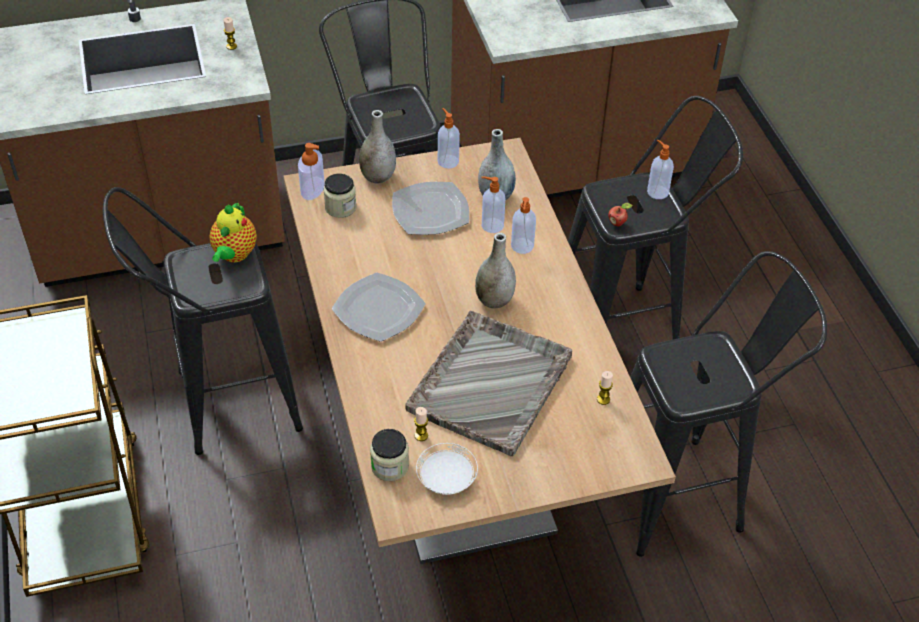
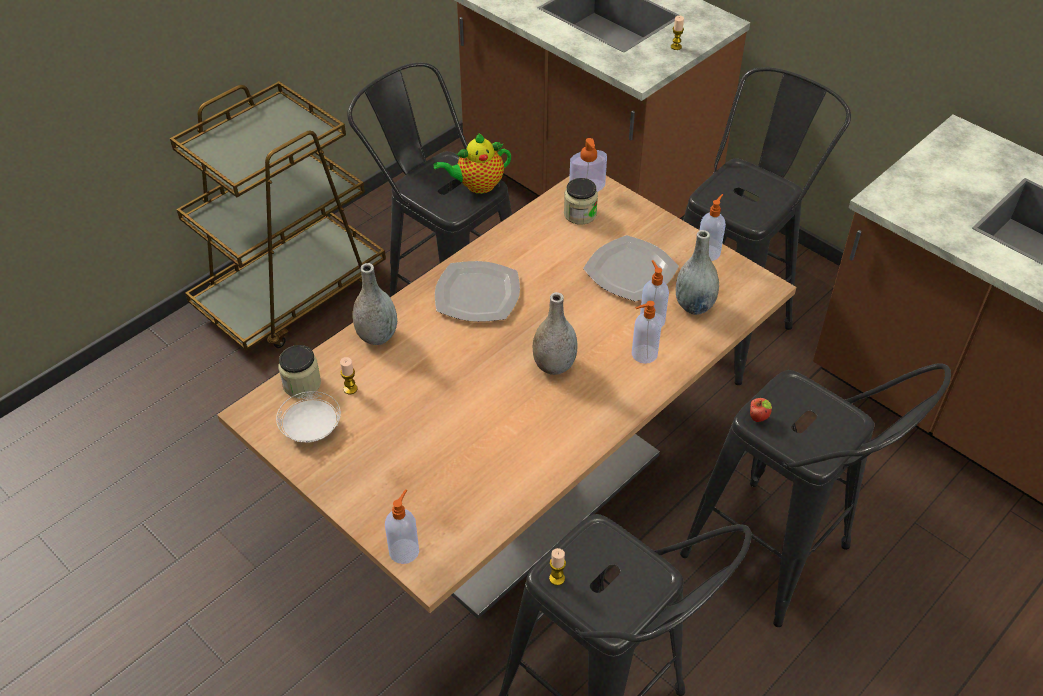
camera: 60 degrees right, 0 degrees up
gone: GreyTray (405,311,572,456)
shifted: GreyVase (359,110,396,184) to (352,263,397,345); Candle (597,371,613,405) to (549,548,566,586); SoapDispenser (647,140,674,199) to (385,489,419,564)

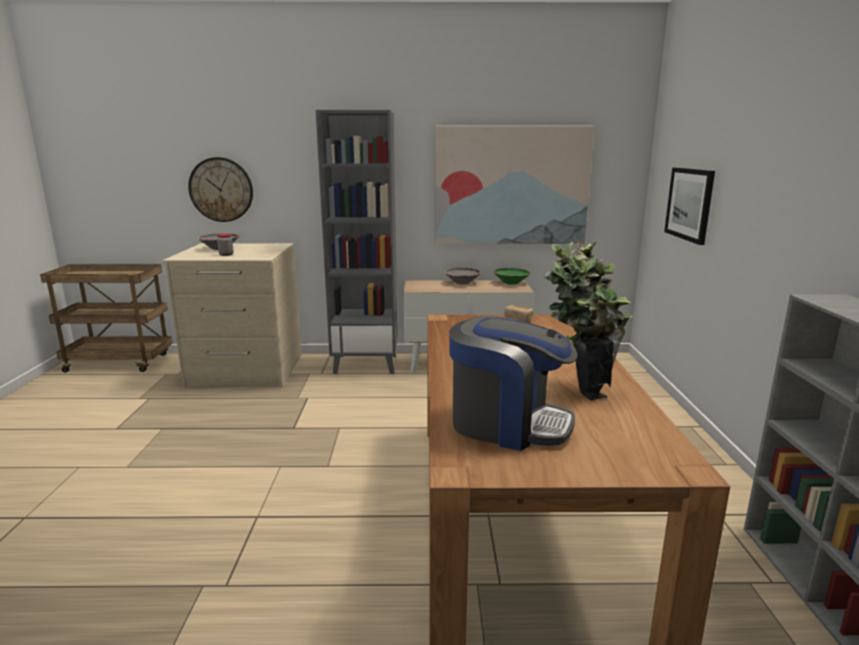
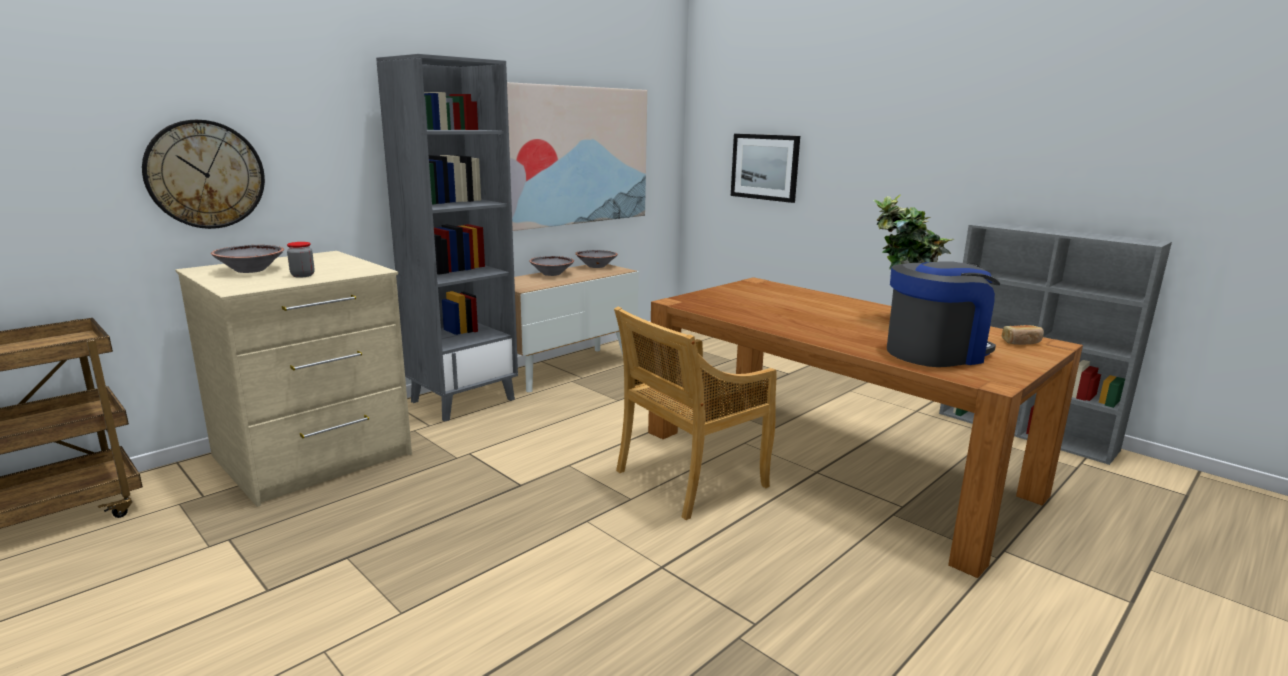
camera: 45 degrees left, 0 degrees up
new: BeigeChair (614,307,776,520)
shifted: Bread (504,305,533,322) to (1002,325,1044,345)
repainted: GreenBowl (493,268,531,285) to GreyBowl (575,250,618,268)

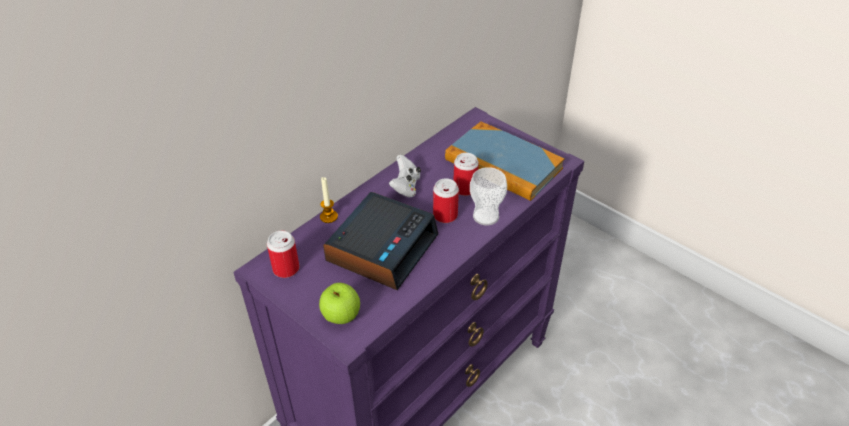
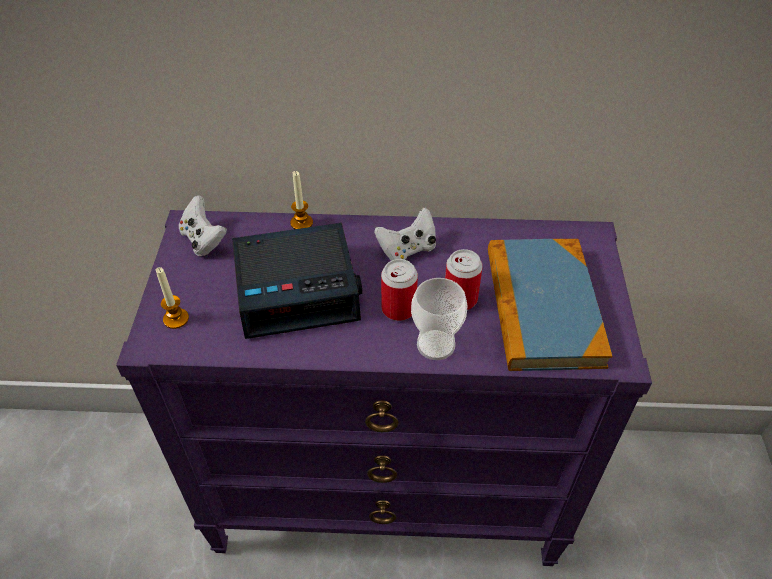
camera: 50 degrees right, 5 degrees up
swapped: Can (267,230,300,278) to WhiteGameController (179,195,227,256); Apple (319,283,360,324) to Candle (156,267,189,329)

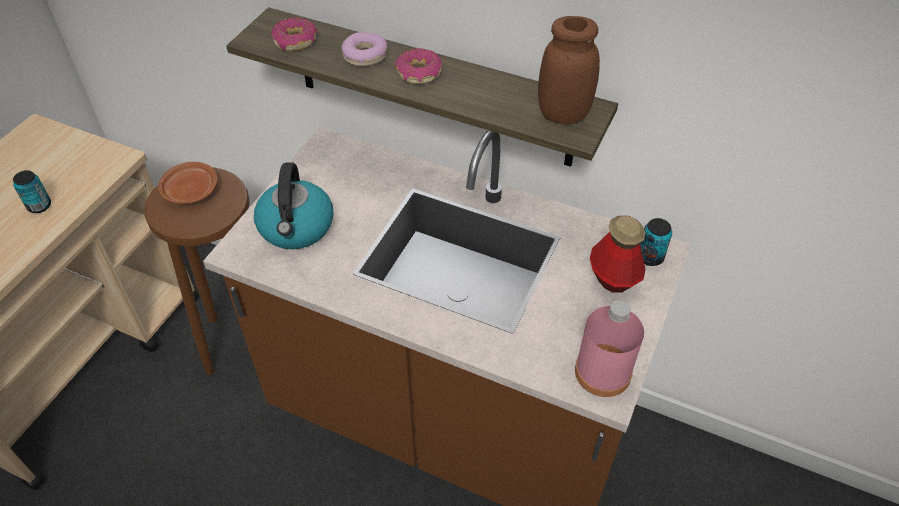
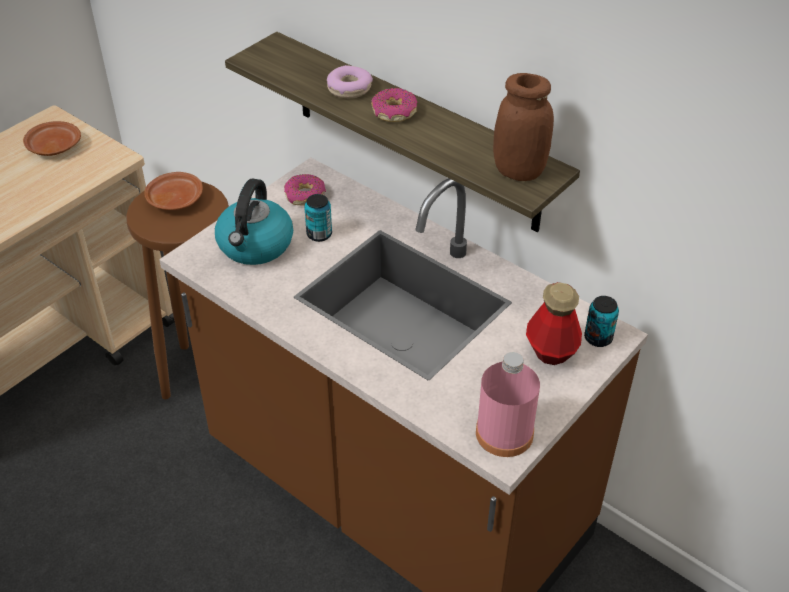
camera: 15 degrees right, 5 degrees down
new: BrownPlate (23,121,81,156)
shifted: Can (13,170,51,213) to (304,194,332,242); Donut (271,17,318,51) to (284,174,326,206)

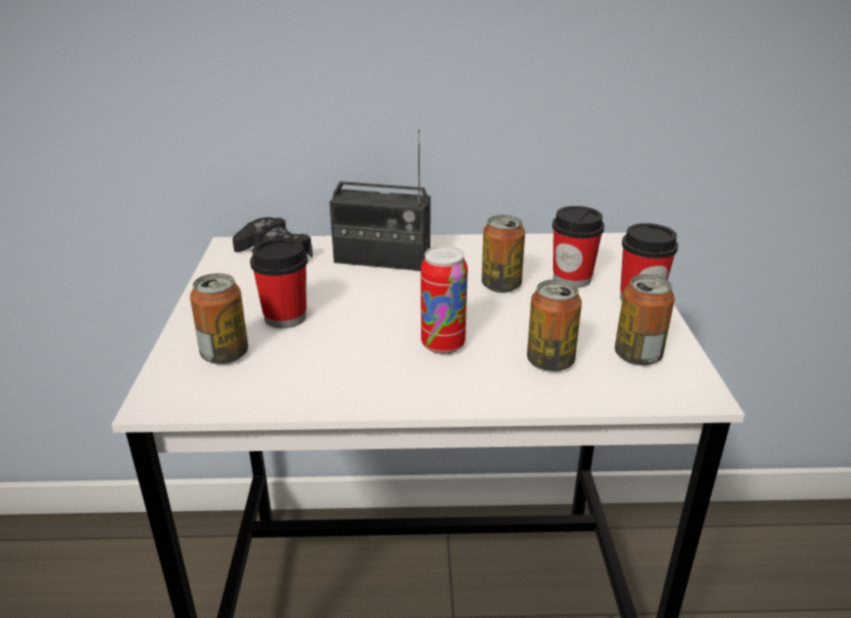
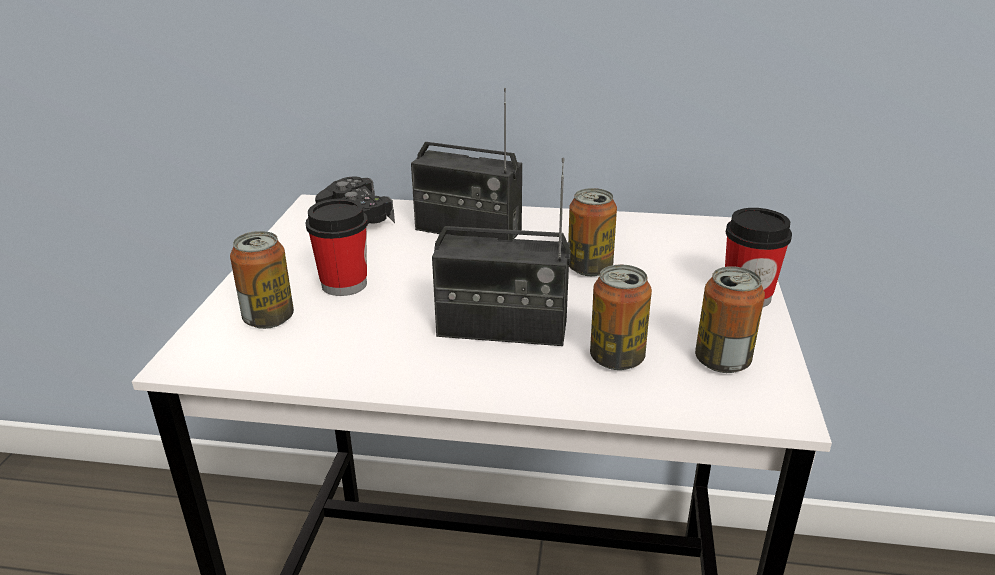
camera: 10 degrees right, 0 degrees up
gone: Cup (552,206,604,288)
swapped: Can (421,246,468,354) to Radio (432,158,571,346)

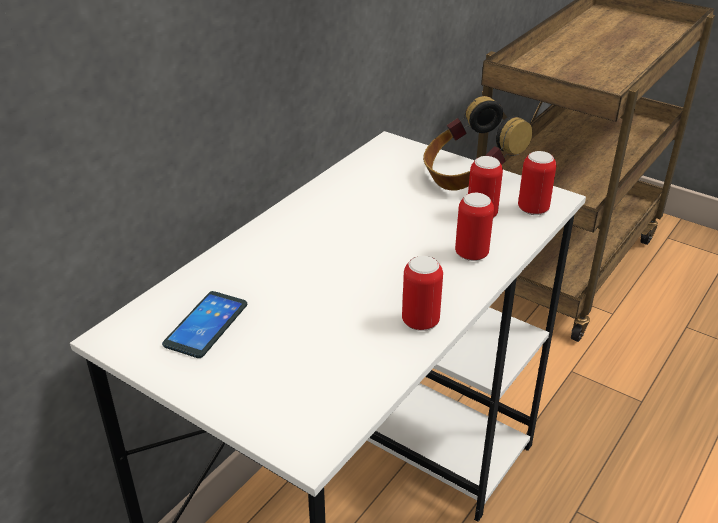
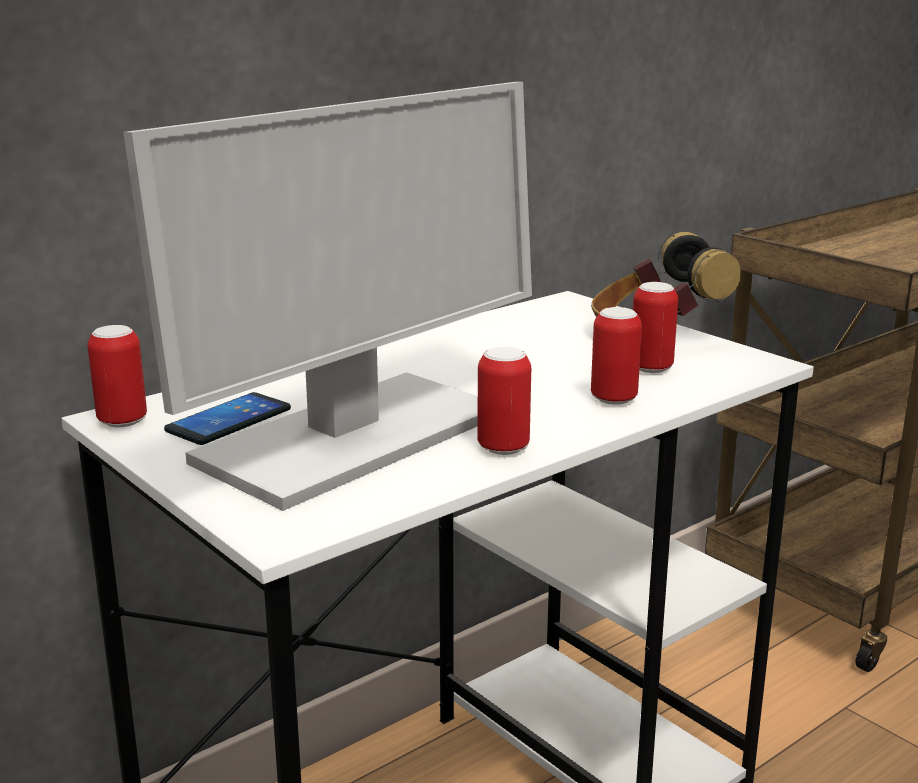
camera: 15 degrees right, 15 degrees down
new: Monitor (123,82,532,511)
shifted: Can (518,151,556,215) to (88,325,147,428)

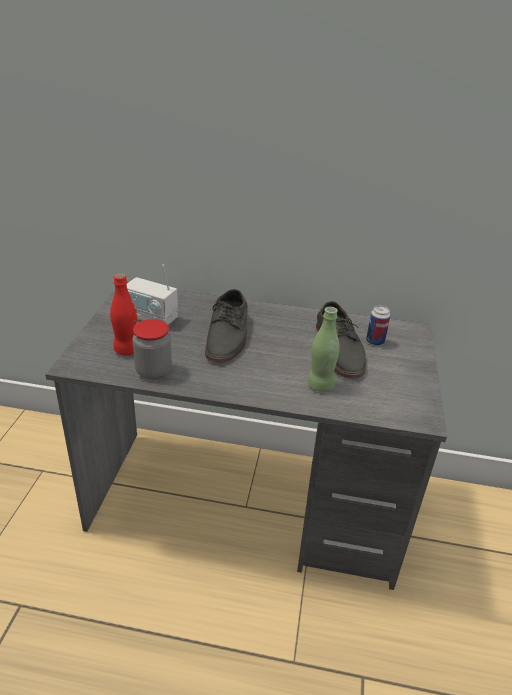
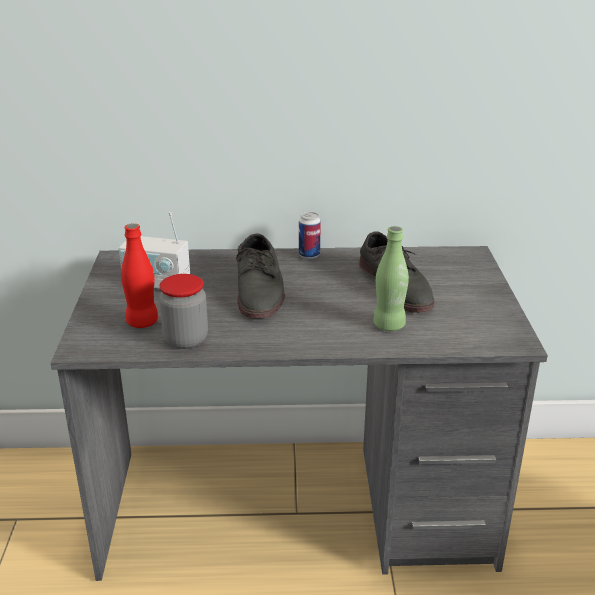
camera: 10 degrees left, 5 degrees down
shifted: Can (366,306,390,346) to (299,212,321,259)

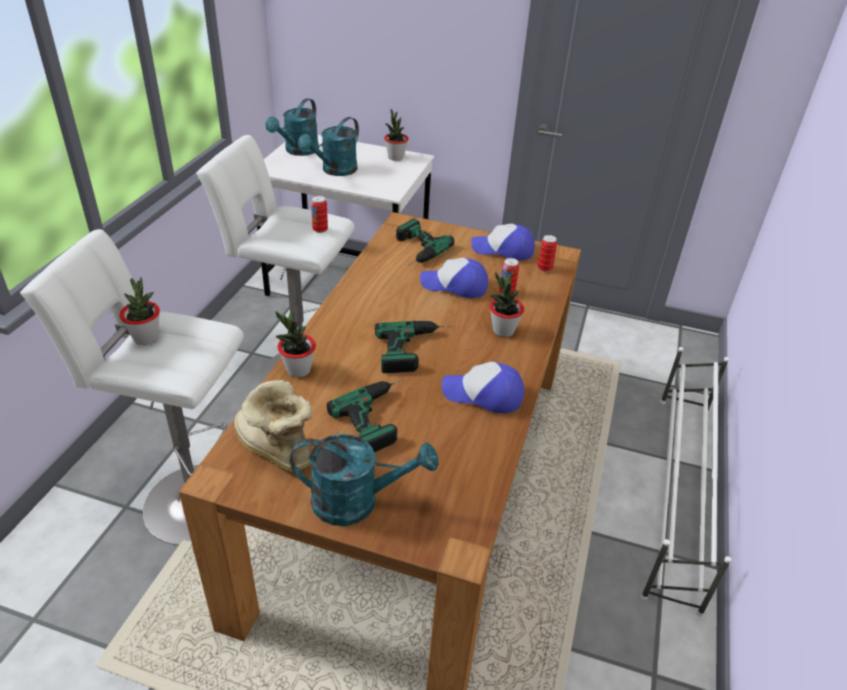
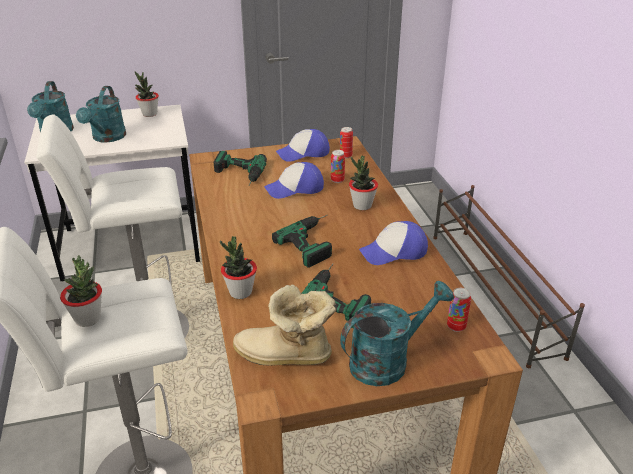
camera: 30 degrees left, 5 degrees down
shifted: Can (311,196,328,233) to (447,288,471,332)
repainted: WhiteShoeRack (641,347,731,617) to BrownShoeRack (433,185,585,368)

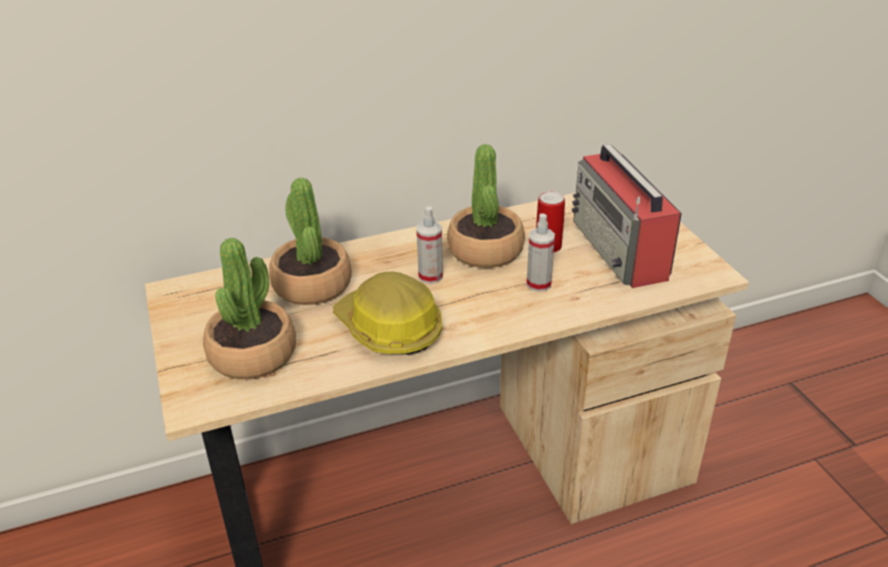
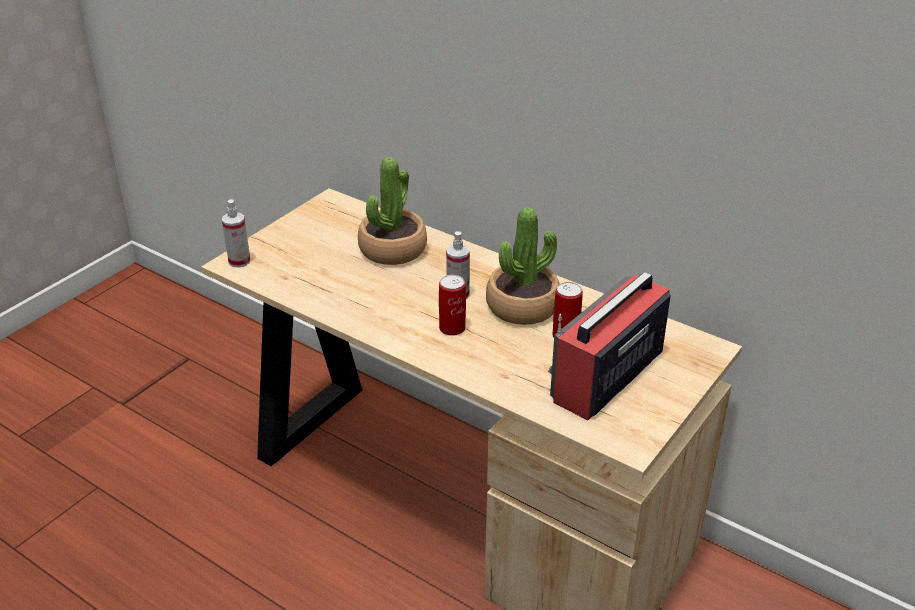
camera: 55 degrees right, 0 degrees up
gone: PottedPlant (203,238,296,379); HardHat (333,272,442,355)
new: Can (439,275,466,336)
shifted: SprayBottle (527,213,555,292) to (222,199,250,268)

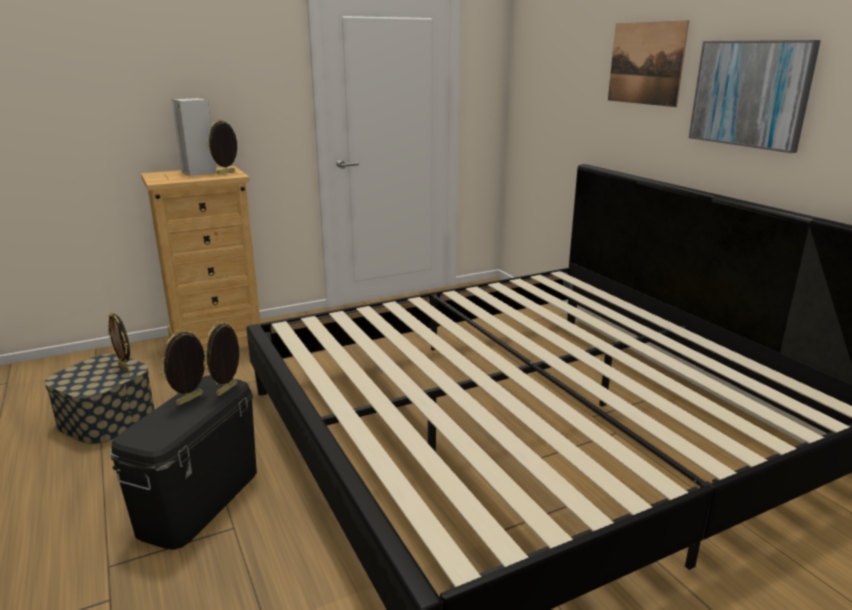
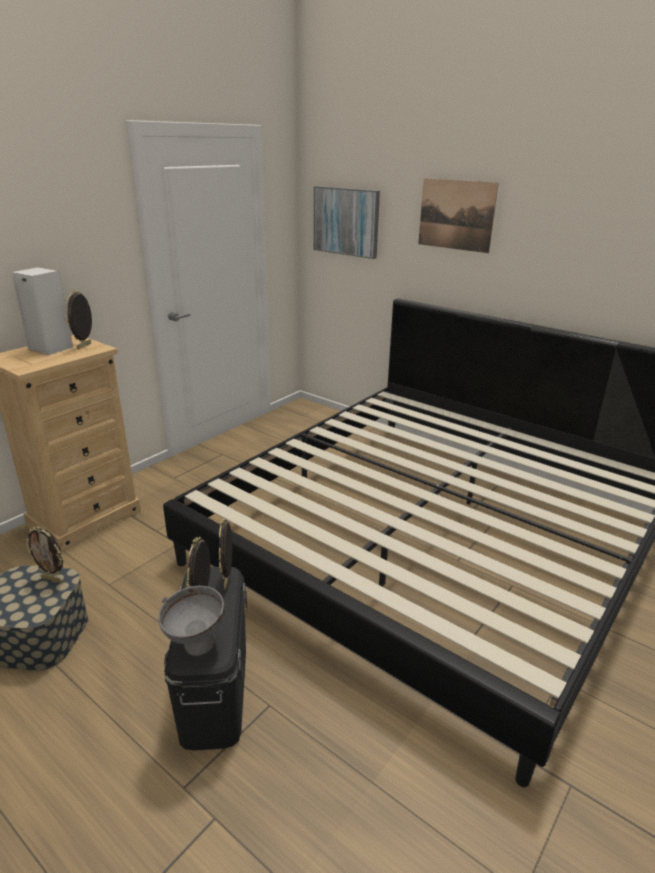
camera: 25 degrees left, 5 degrees up
new: GreyBowl (158,586,225,656)
shifted: Picture (689,40,821,153) to (314,186,380,259)

